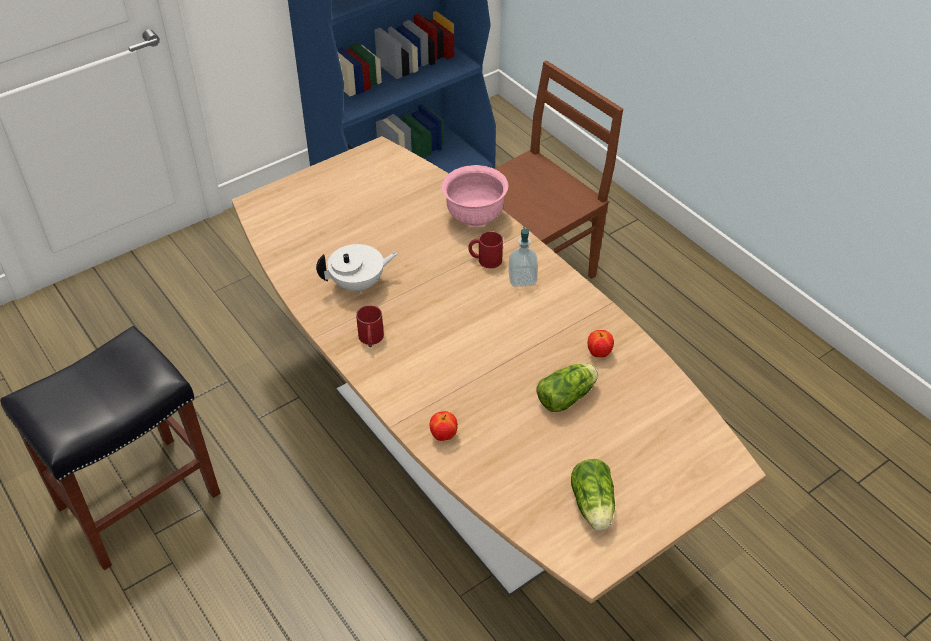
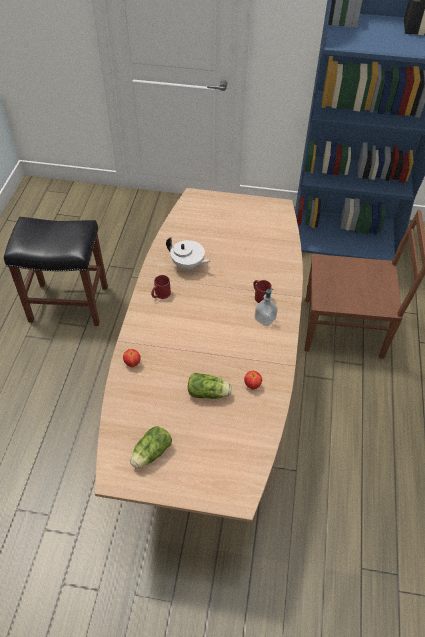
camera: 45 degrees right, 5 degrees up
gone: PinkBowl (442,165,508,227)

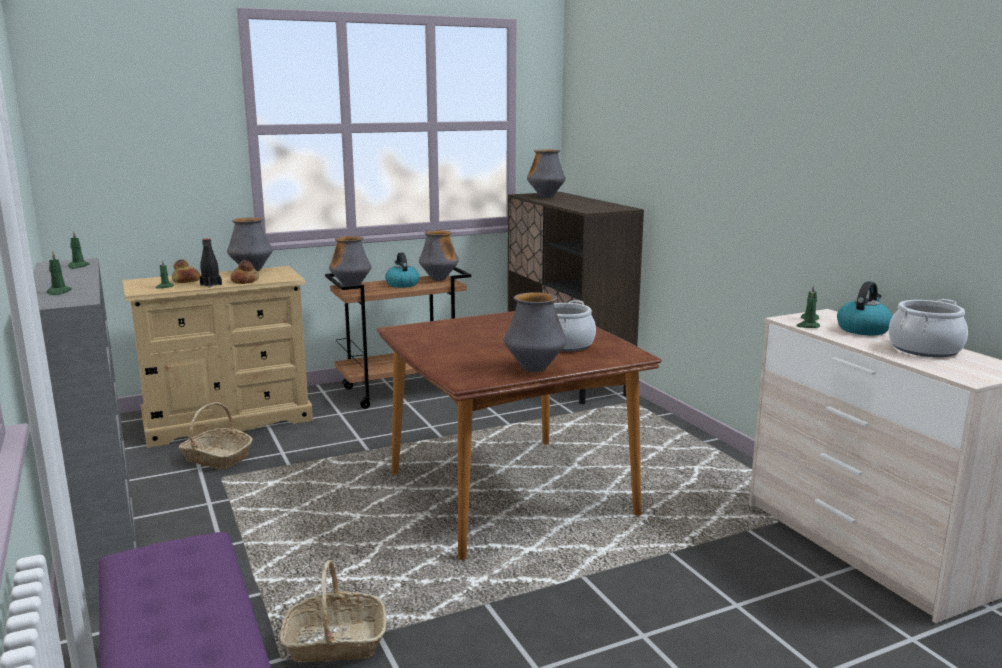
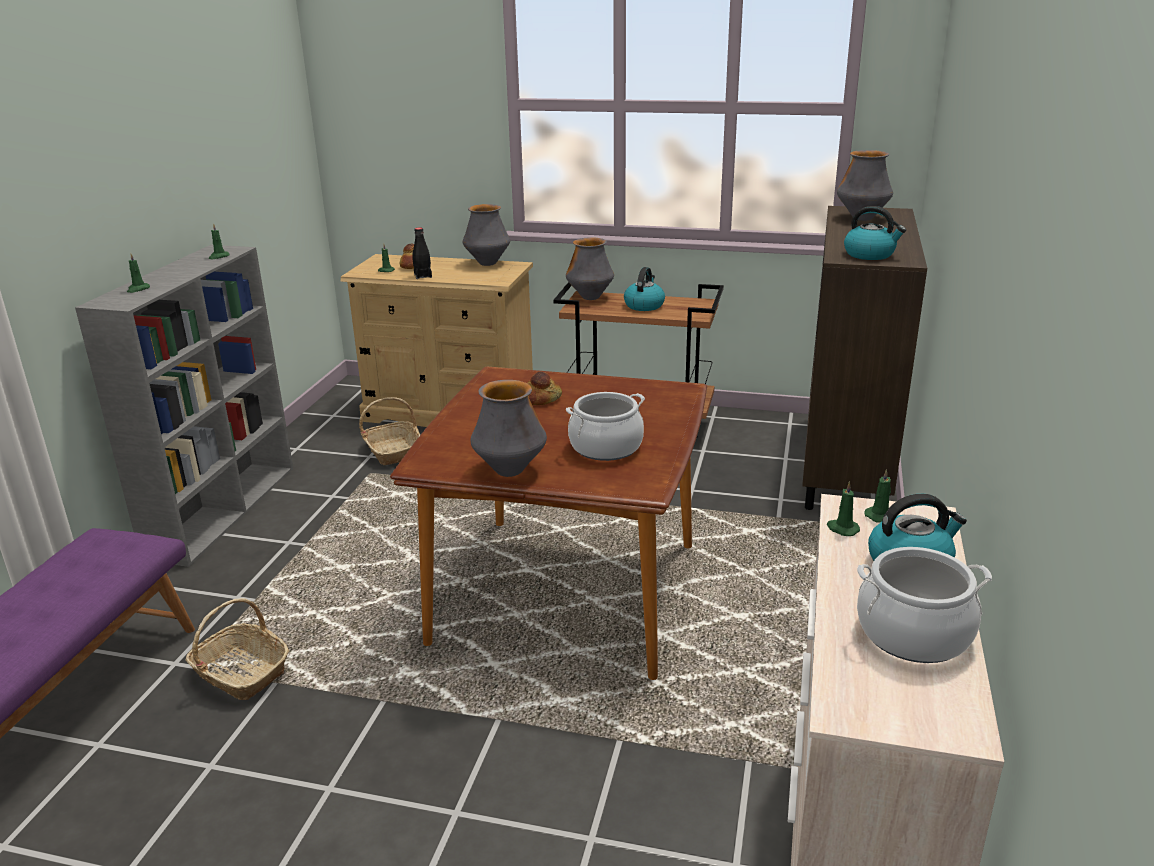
camera: 40 degrees right, 10 degrees up
gone: Vase (419,230,459,281)
new: Kettle (844,206,906,260)
shifted: Bread (231,260,259,284) to (527,371,562,405)

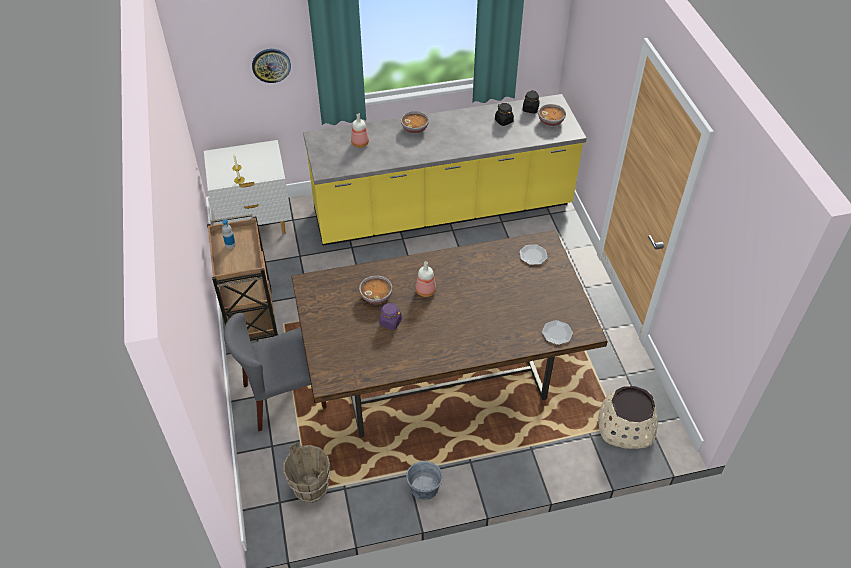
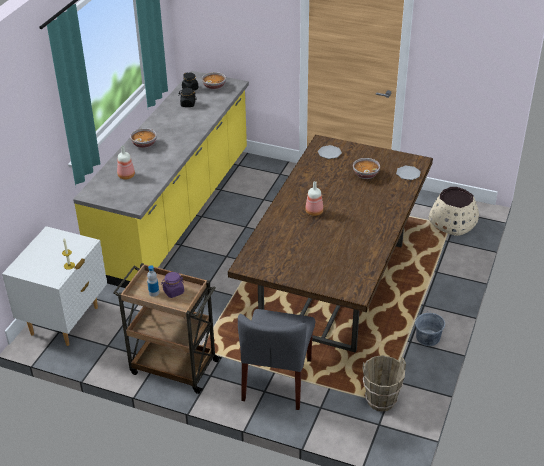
camera: 55 degrees left, 10 degrees down
gone: WallClock (252,49,291,83)
shifted: Bowl (359,276,392,304) to (353,158,380,179); PurpleJar (378,303,402,330) to (161,272,184,298)

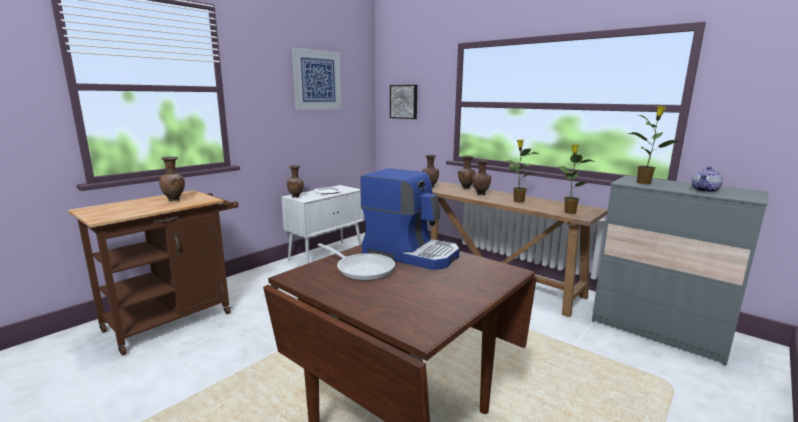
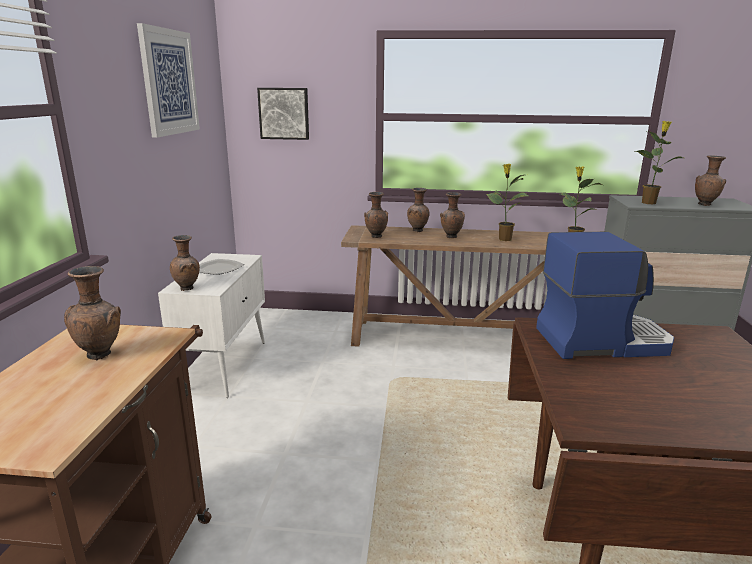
camera: 35 degrees left, 5 degrees up
gone: FryingPan (318,243,395,281)
swapped: Teapot (692,166,723,192) to BrownVase (695,155,726,206)

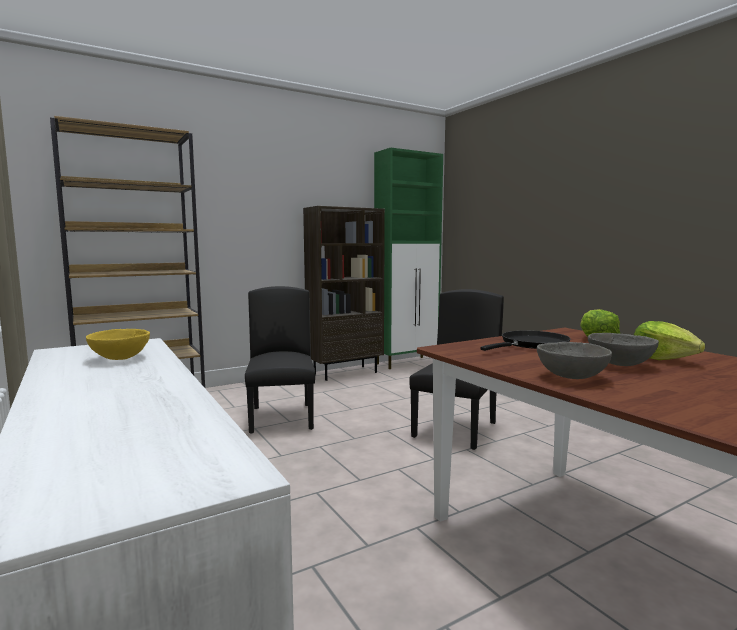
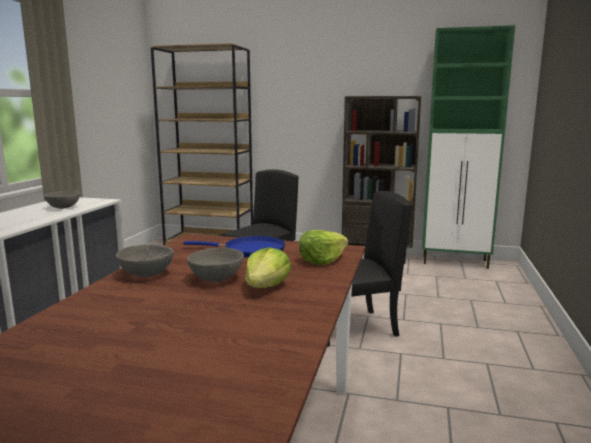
camera: 45 degrees right, 5 degrees up
repainted: YellowBowl (86,329,150,360) to GreyBowl (44,191,81,209); BlackFryingPan (480,331,570,351) to BlueFryingPan (184,236,285,258)

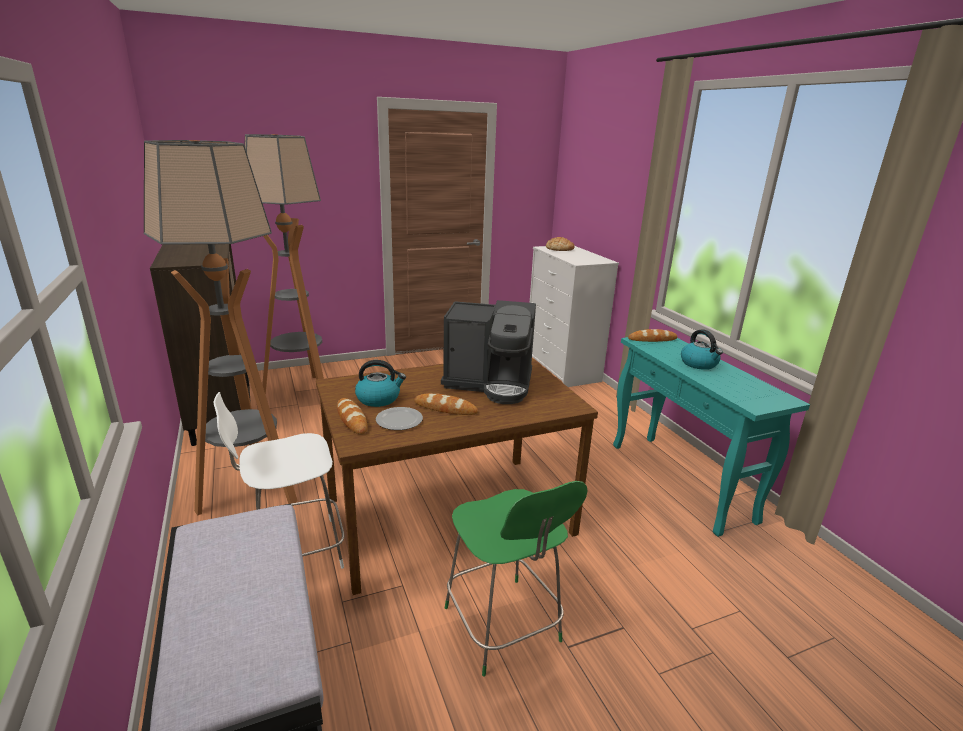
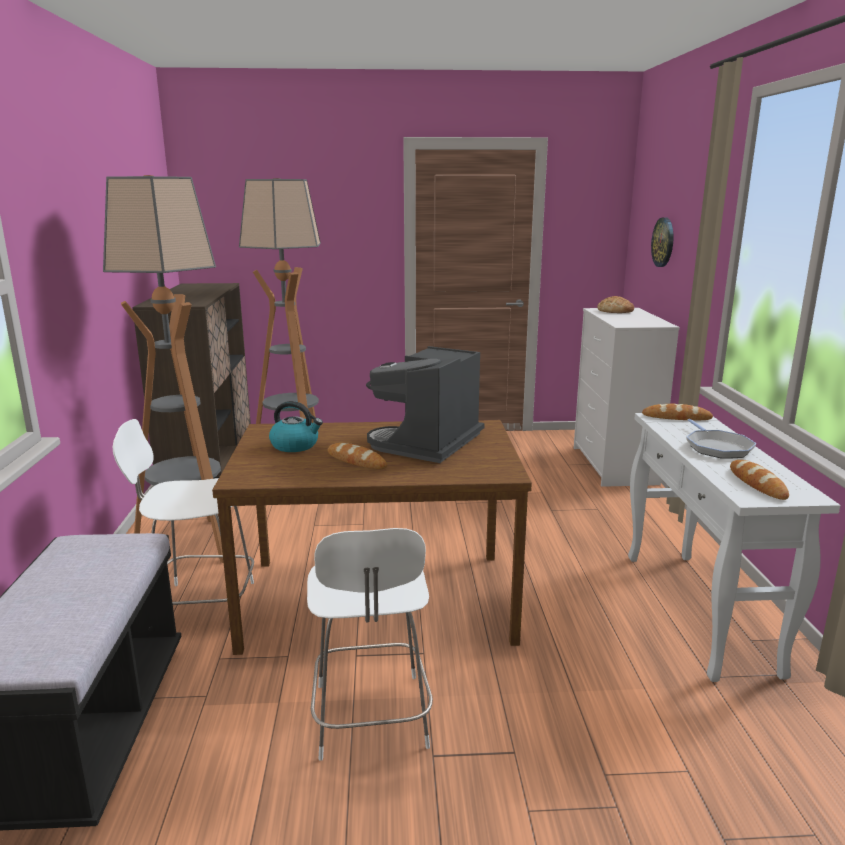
camera: 20 degrees right, 5 degrees down
gone: Plate (376,407,423,430)
new: WallClock (651,217,674,267)
shifted: Bread (337,398,367,434) to (730,460,789,500)
swapped: Kettle (681,329,723,370) to FryingPan (686,419,757,459)
repainted: GreenChair (445,481,588,677) to WhiteChair (307,528,433,761); TurquoiseConsoleTable (613,337,810,537) to WhiteConsoleTable (628,413,840,682)
rotated: CoffeeMachine (441,300,536,404) = (366,346,485,463) 90 degrees clockwise

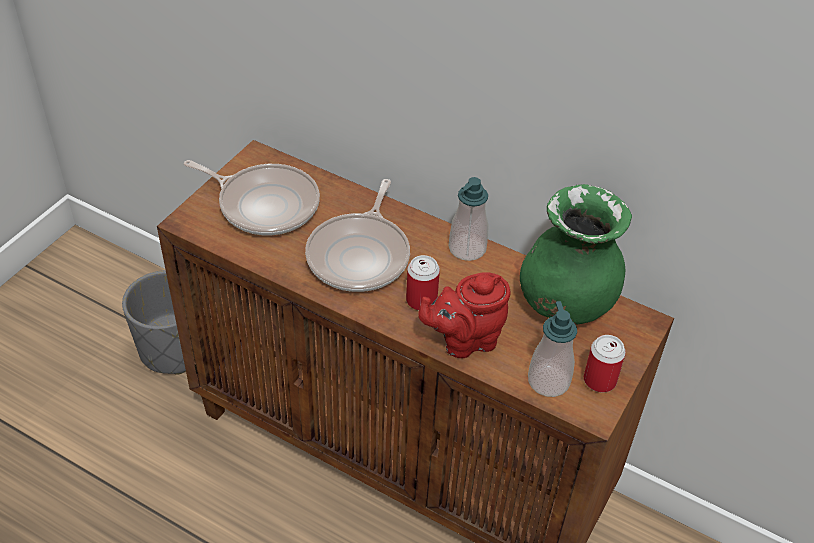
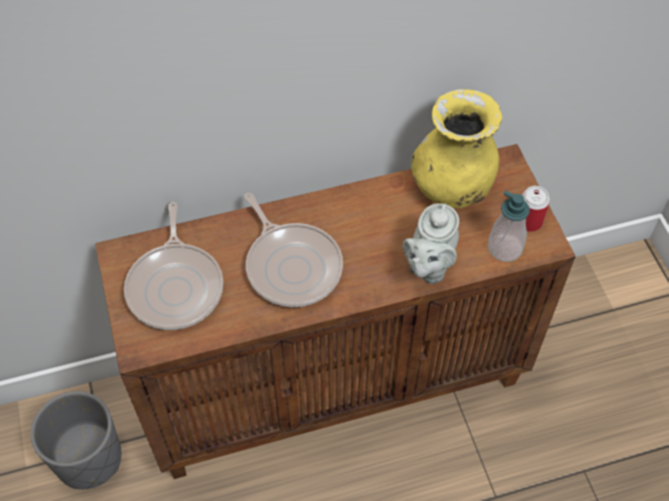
camera: 45 degrees left, 10 degrees up
gone: Can (406,255,440,310); SoapDispenser (449,177,489,261)
repainted: RedTeapot (418,272,511,358) to GreyTeapot (403,203,459,284); GreenVase (520,184,632,325) to YellowVase (411,89,502,208)
rotated: FryingPan (184,160,320,235) = (124,202,223,330) 105 degrees clockwise

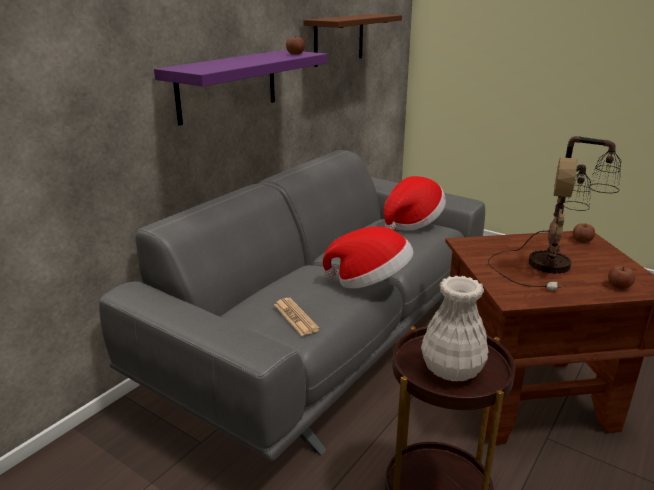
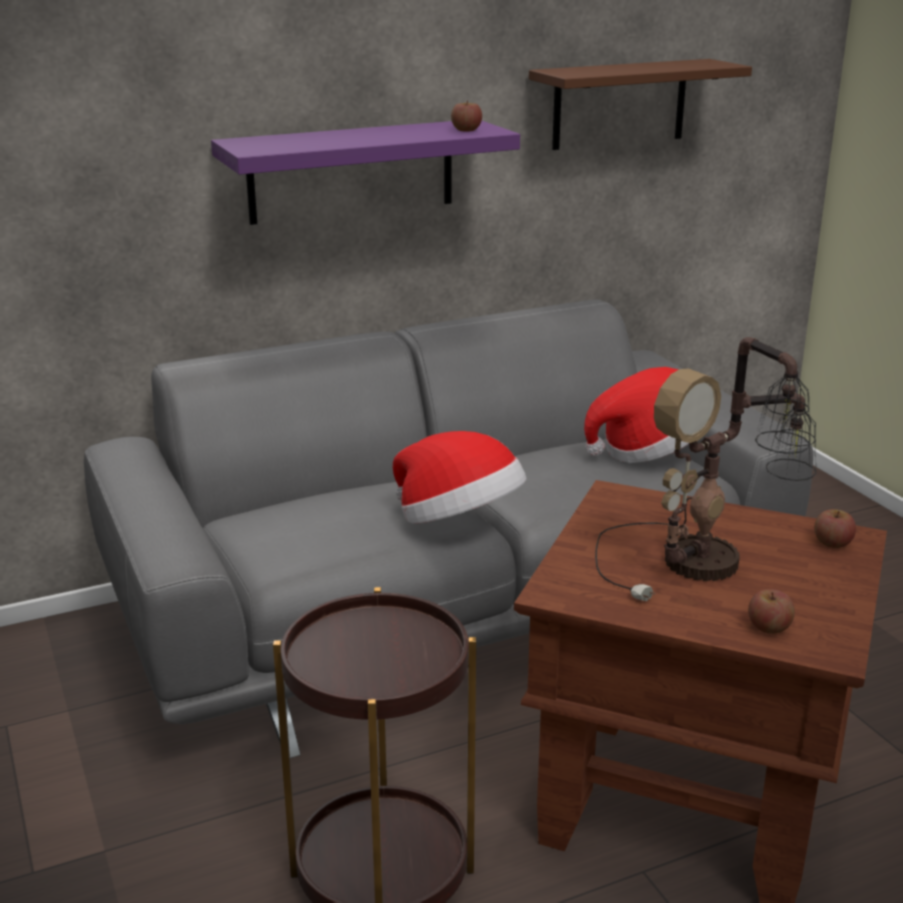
camera: 30 degrees right, 0 degrees up
gone: Newspaper (274,298,320,336); WhiteVase (421,276,489,382)

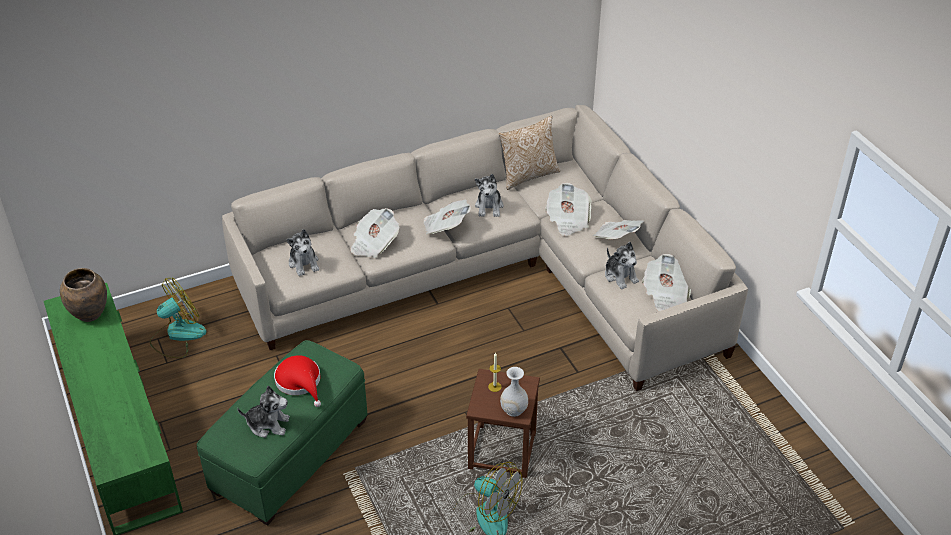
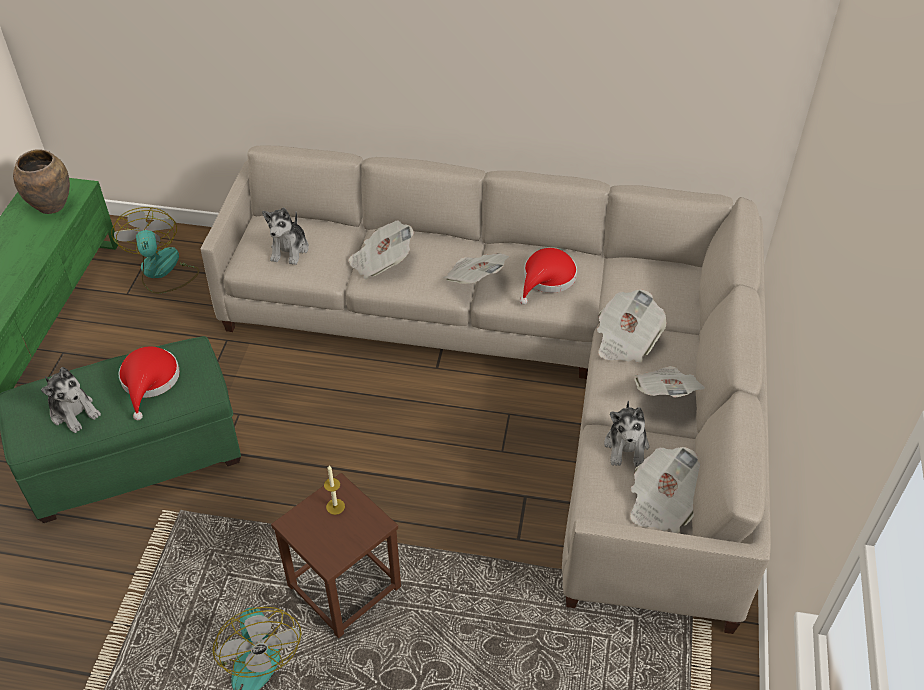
camera: 35 degrees right, 5 degrees up
gone: Pillow (499,116,560,190); WhiteVase (500,367,528,417)
swapped: PlushToy (475,174,504,217) to RedHat (519,248,577,305)
rotated: Fan (150,277,206,358) = (111,207,199,294) 105 degrees counterclockwise

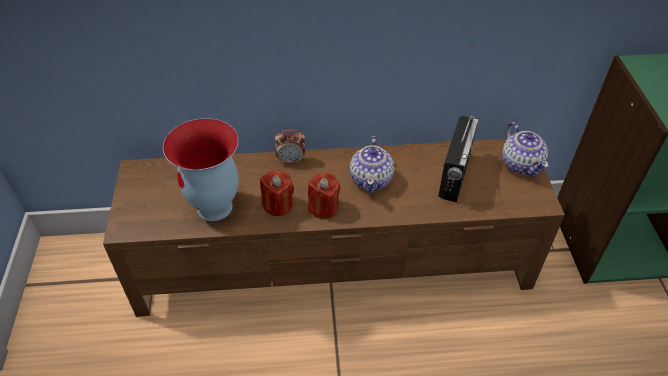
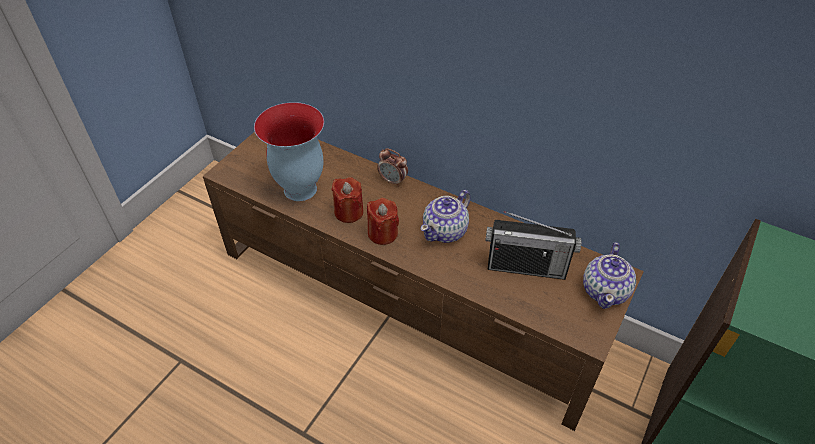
camera: 35 degrees right, 0 degrees up
rotated: Radio (438,116,478,202) = (485,211,582,280) 45 degrees clockwise

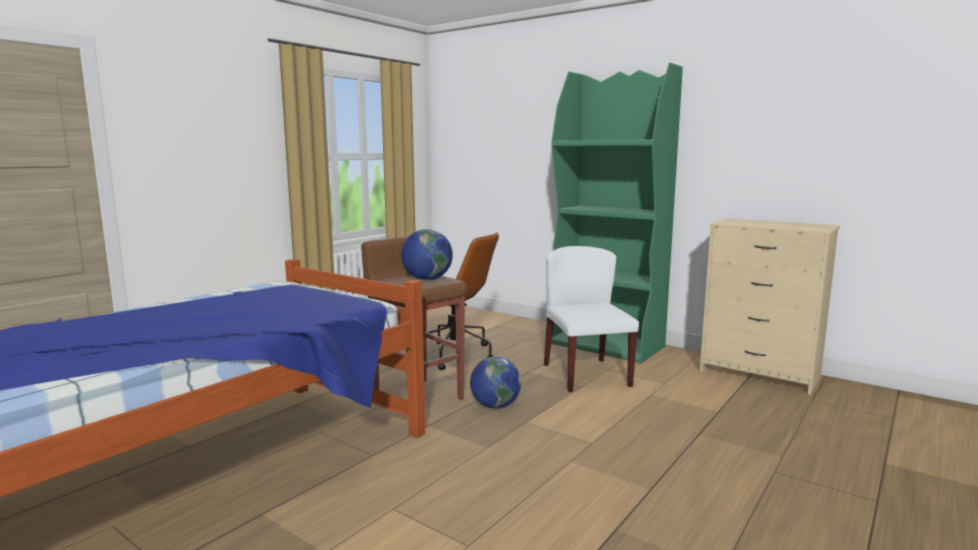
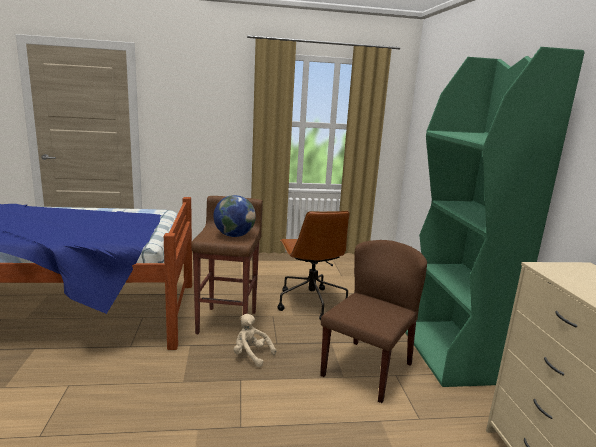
camera: 45 degrees right, 5 degrees up
swapped: Globe (470,357,521,408) to BeigePlushToy (234,314,276,367)
repainted: WhiteChair (544,246,639,392) to BrownChair (320,240,427,403)

